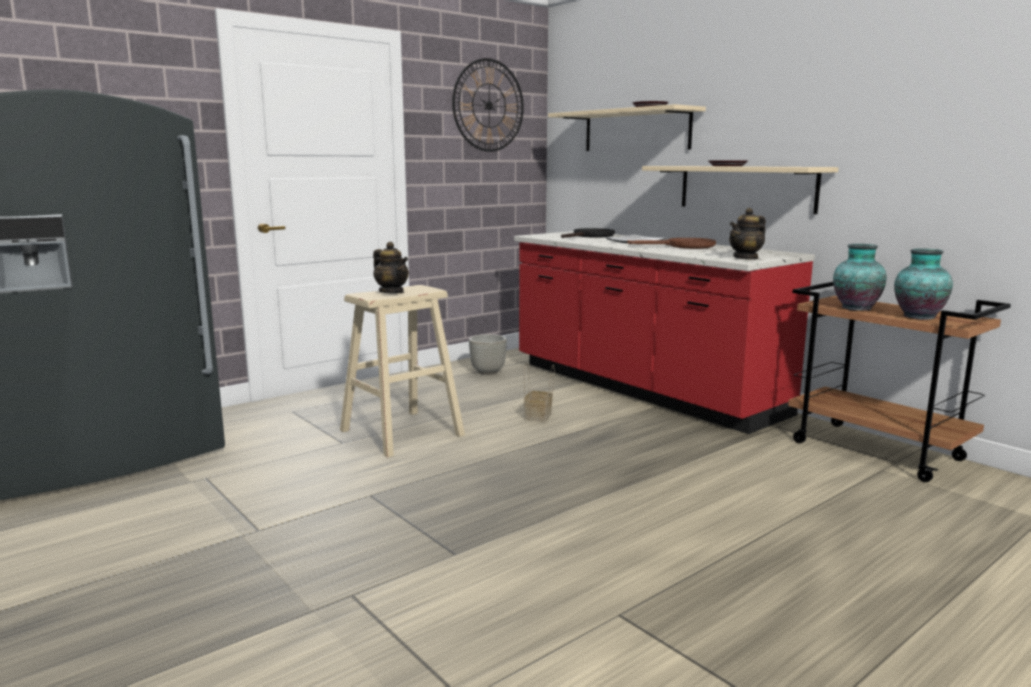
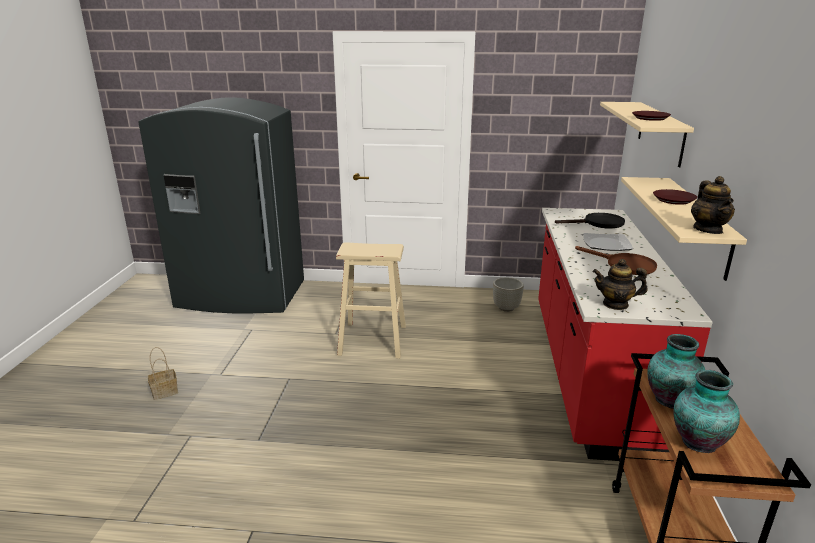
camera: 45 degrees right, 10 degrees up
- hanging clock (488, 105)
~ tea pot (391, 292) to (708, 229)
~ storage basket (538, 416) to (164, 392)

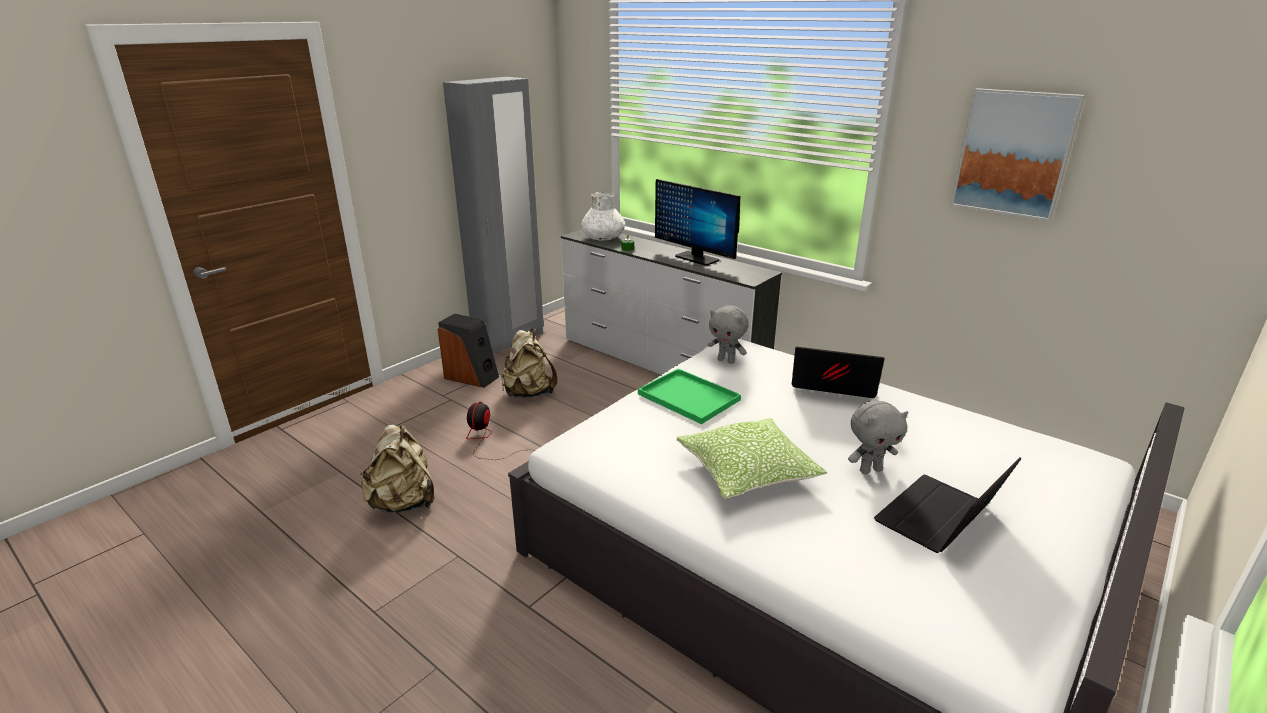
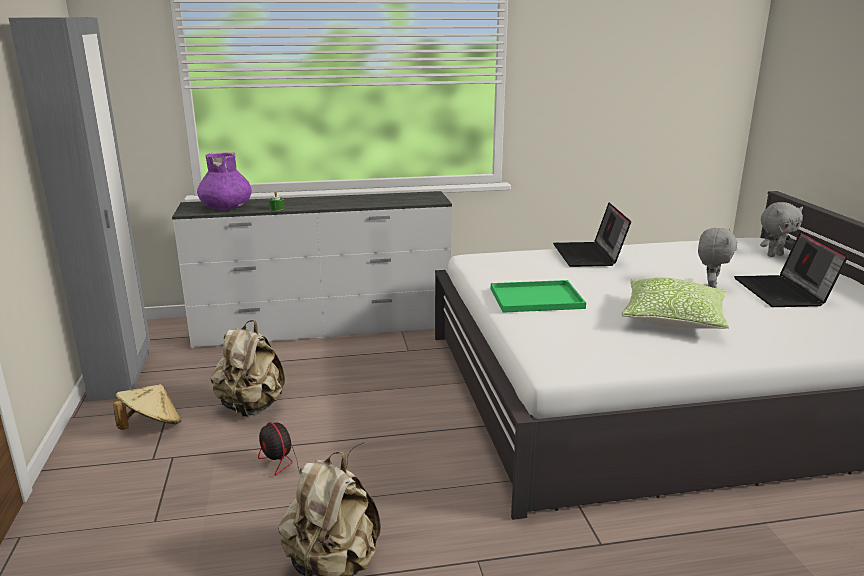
camera: 50 degrees left, 5 degrees down
- monitor (696, 258)
- wall picture (1013, 153)
~ plush toy/greyish (726, 361) to (774, 255)
~ loudspeaker (472, 377) to hat/beige-coloured (151, 426)
~ decorative vase/whitish (603, 238) to decorative vase/purplish (226, 207)
~ portable computer (832, 385) = (589, 256) 60 degrees counterclockwise

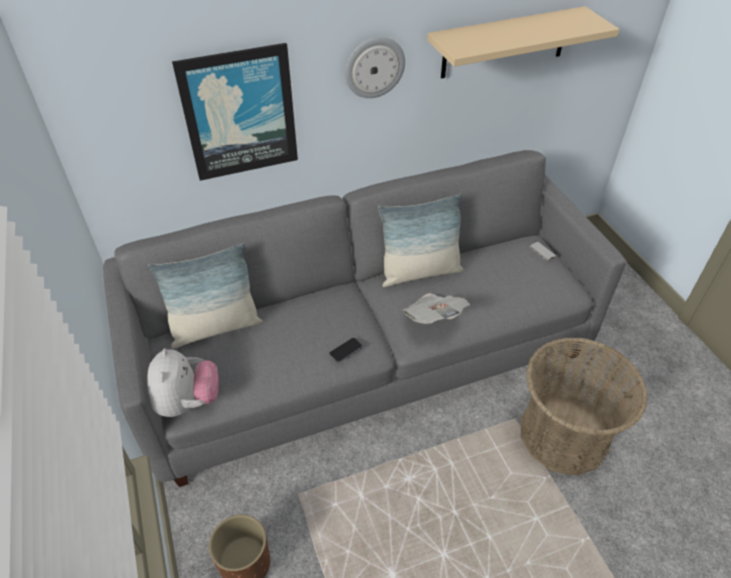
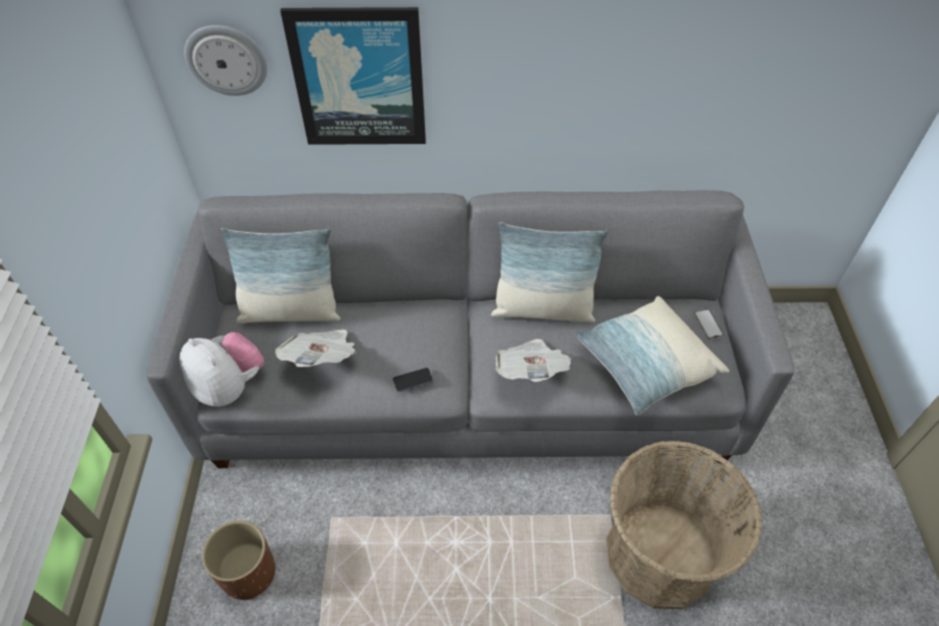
camera: 20 degrees right, 5 degrees up
- shelf/beige-coloured (505, 43)
+ daily paper (322, 359)
+ cushion (645, 365)
~ hanging clock (374, 67) to (226, 60)
~ plush toy (188, 402) = (230, 386) 60 degrees counterclockwise

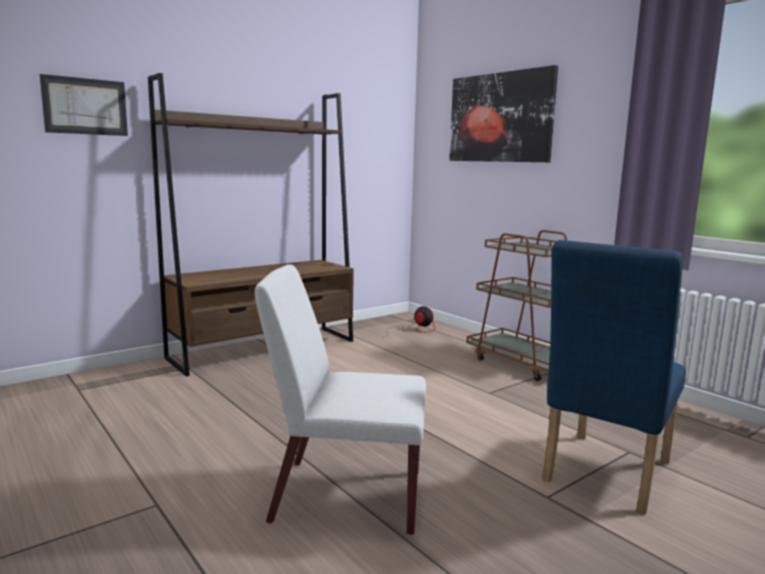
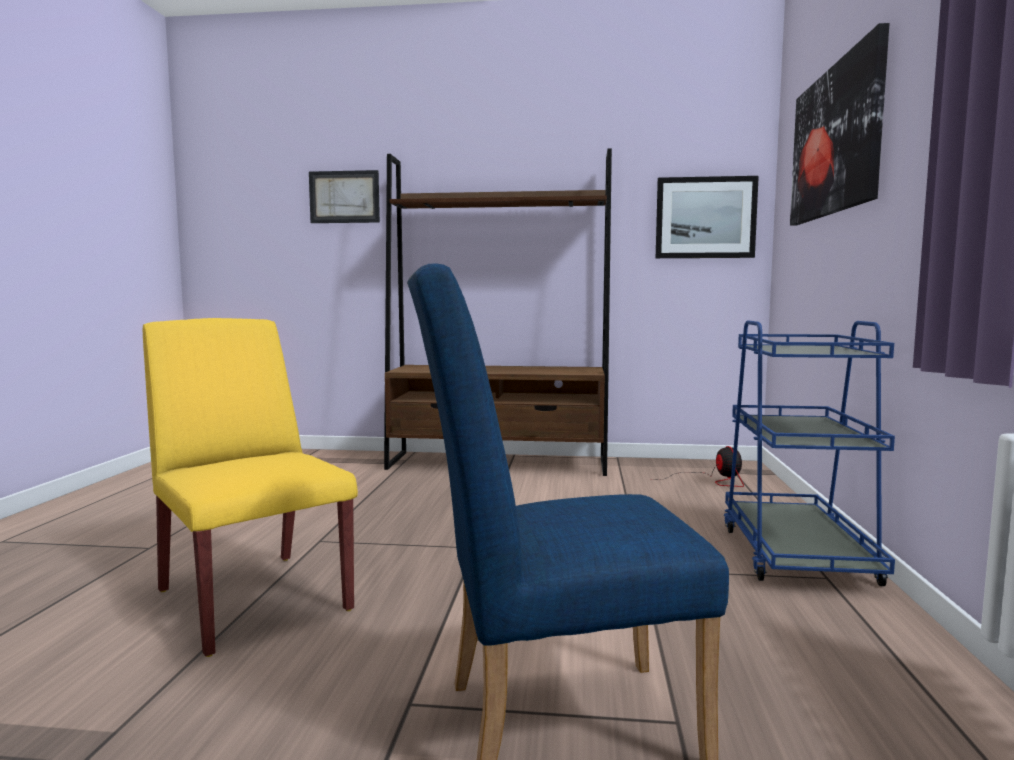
camera: 45 degrees right, 5 degrees down
+ wall picture (705, 218)
~ upright chair/whitish (345, 495) to upright chair/yellow (252, 599)
~ trolley/brown-coloured (524, 363) to trolley/blue-coloured (796, 554)

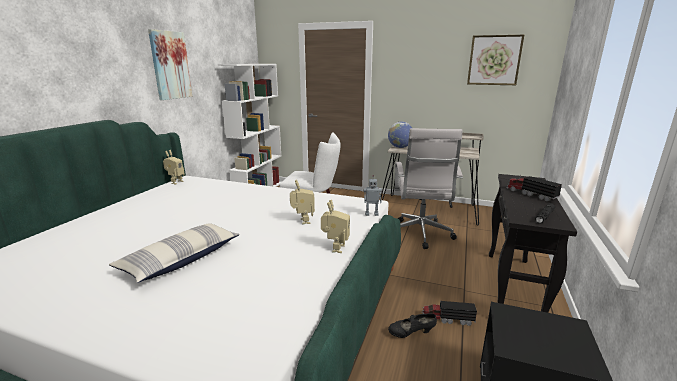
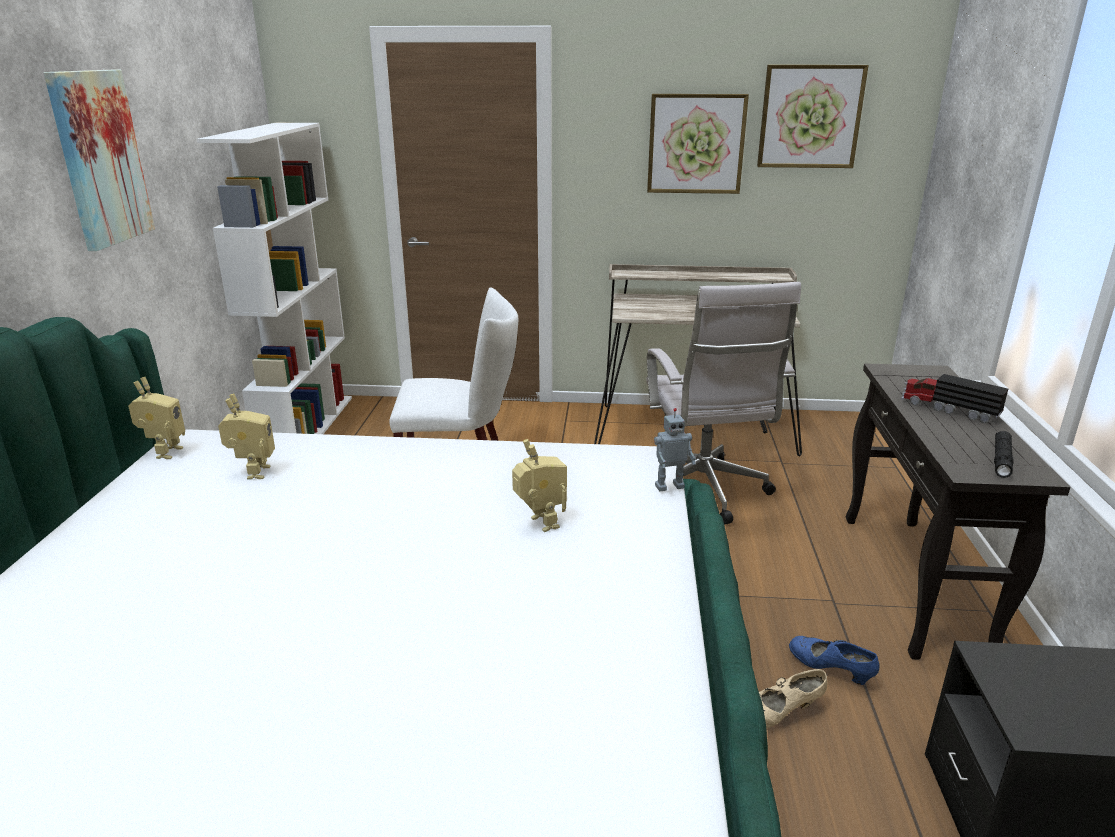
camera: 15 degrees left, 5 degrees up
- cushion (181, 260)
- world globe (400, 147)
+ wall picture (696, 144)
~ toy robot (335, 248) to (253, 473)
~ toy truck (447, 319) to shoe/blue-coloured (830, 670)
~ shoe/black-coloured (411, 333) to shoe/beige-coloured (781, 714)

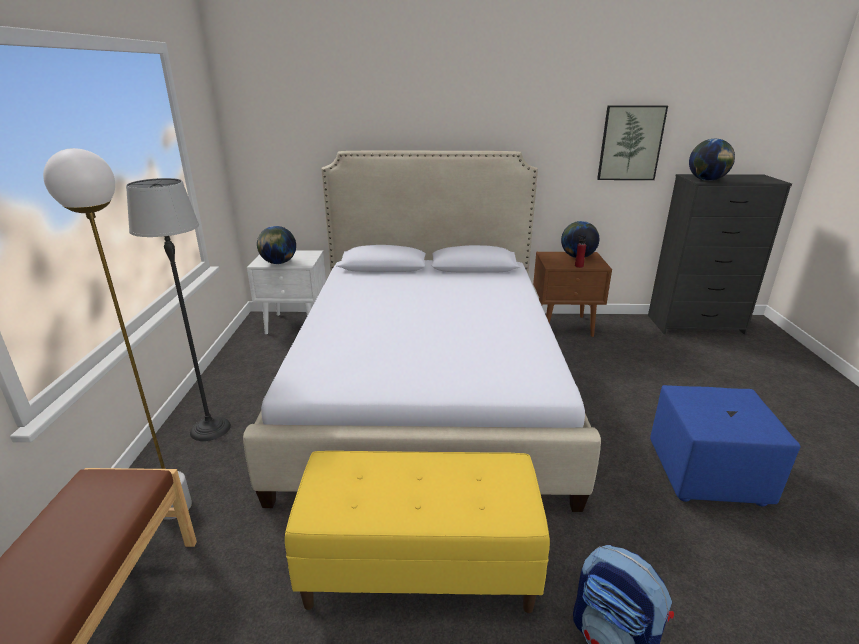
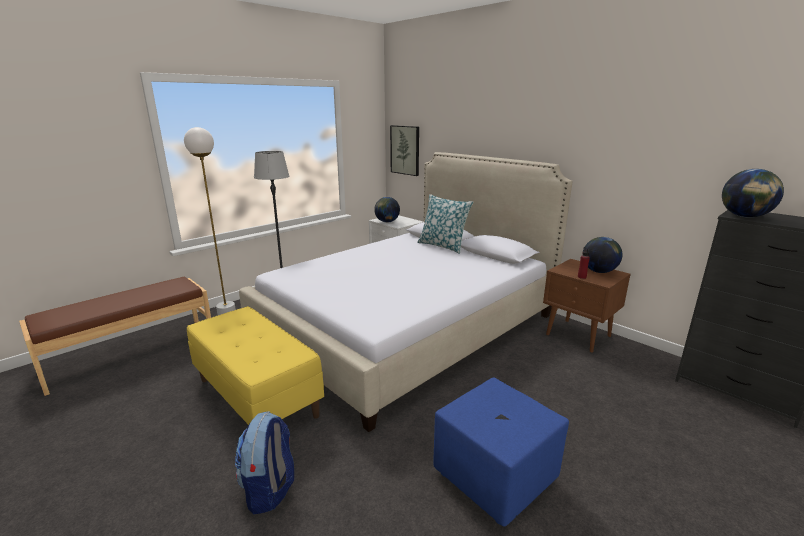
camera: 45 degrees right, 5 degrees down
+ cushion (443, 246)
~ wall picture (630, 143) to (405, 150)

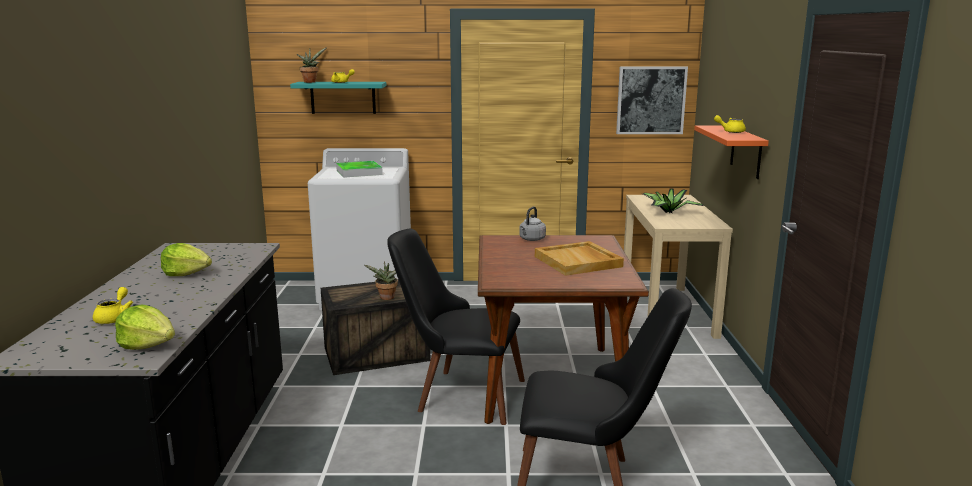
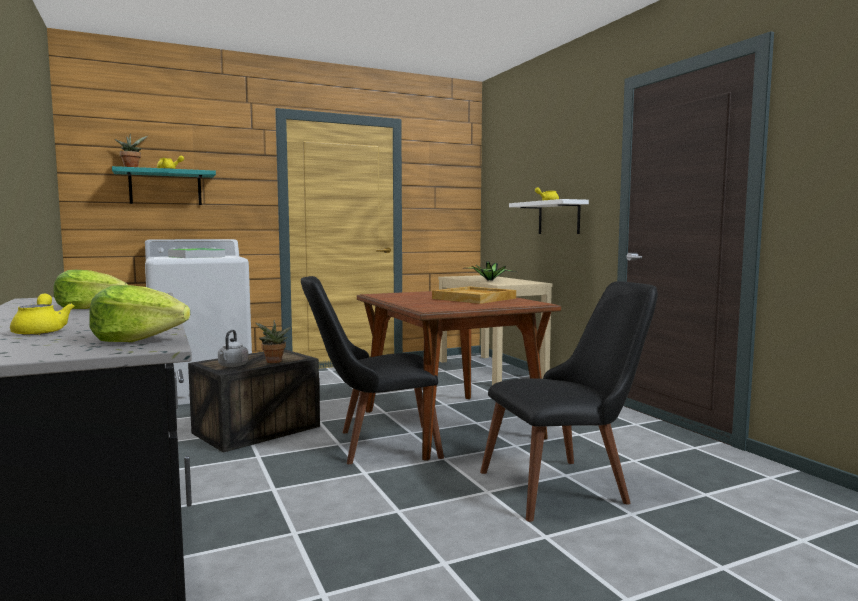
camera: 25 degrees left, 10 degrees down
- wall picture (651, 100)
~ tea kettle/greyish (531, 239) to (232, 366)
~ shelf/orangey (746, 151) to shelf/whitish (559, 218)

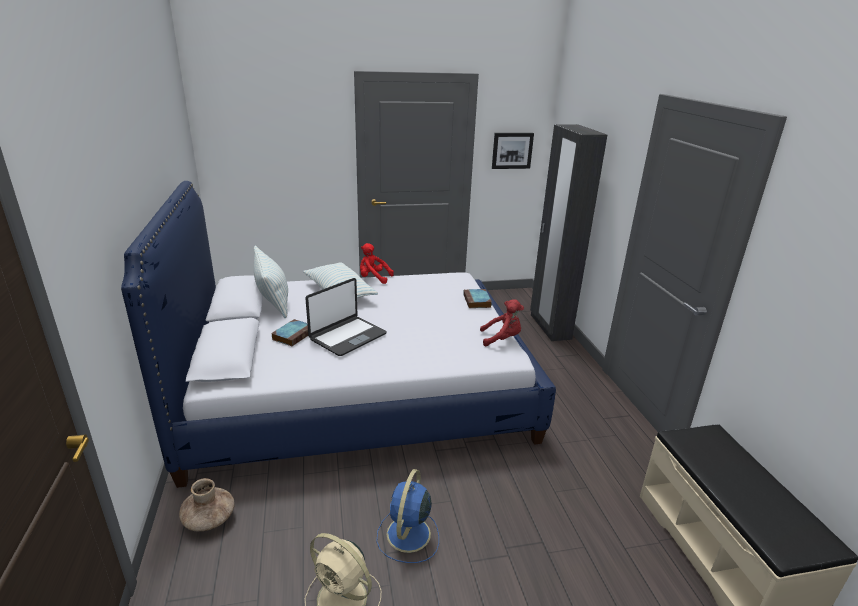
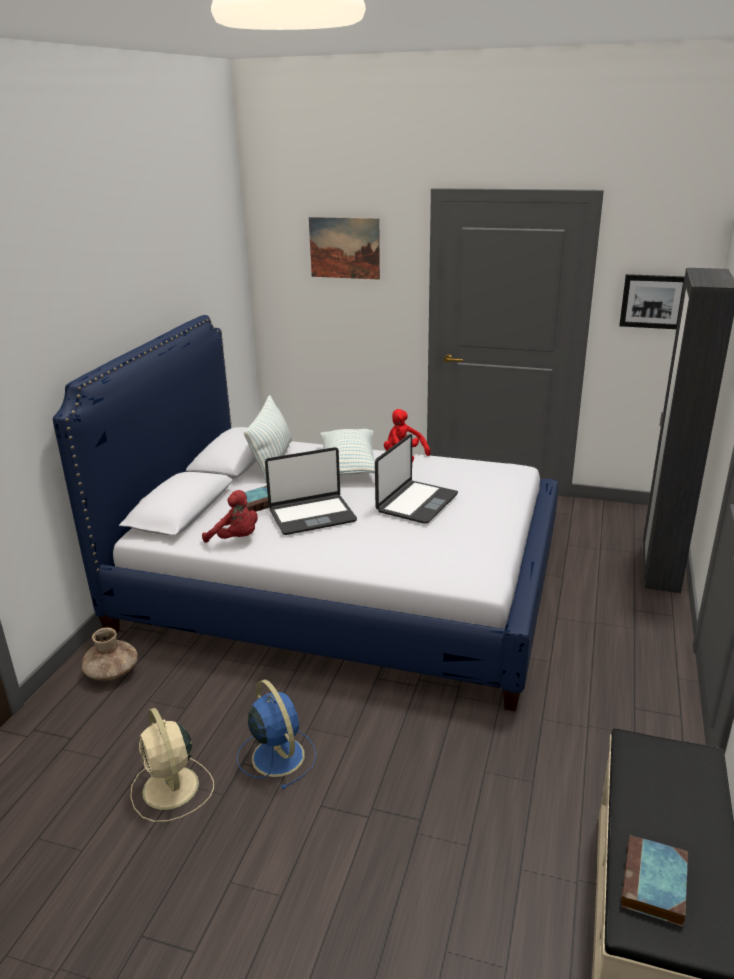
camera: 30 degrees right, 0 degrees up
+ wall picture (344, 248)
+ portable computer (416, 503)
~ book (477, 301) to (654, 885)
~ plush toy/reddish (502, 339) to (236, 539)
~ fan/blue-coloured (408, 535) = (277, 755) 105 degrees clockwise

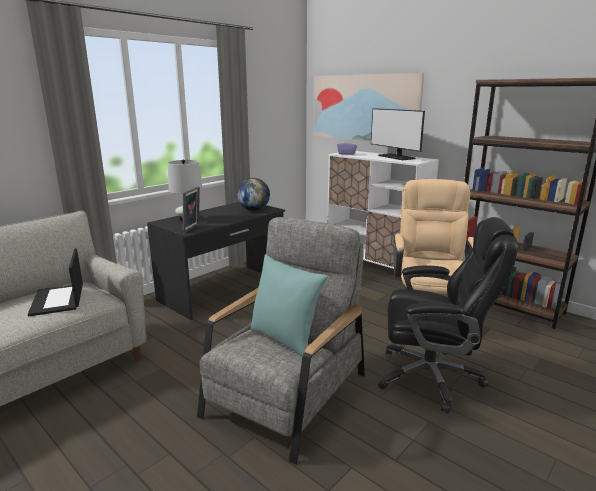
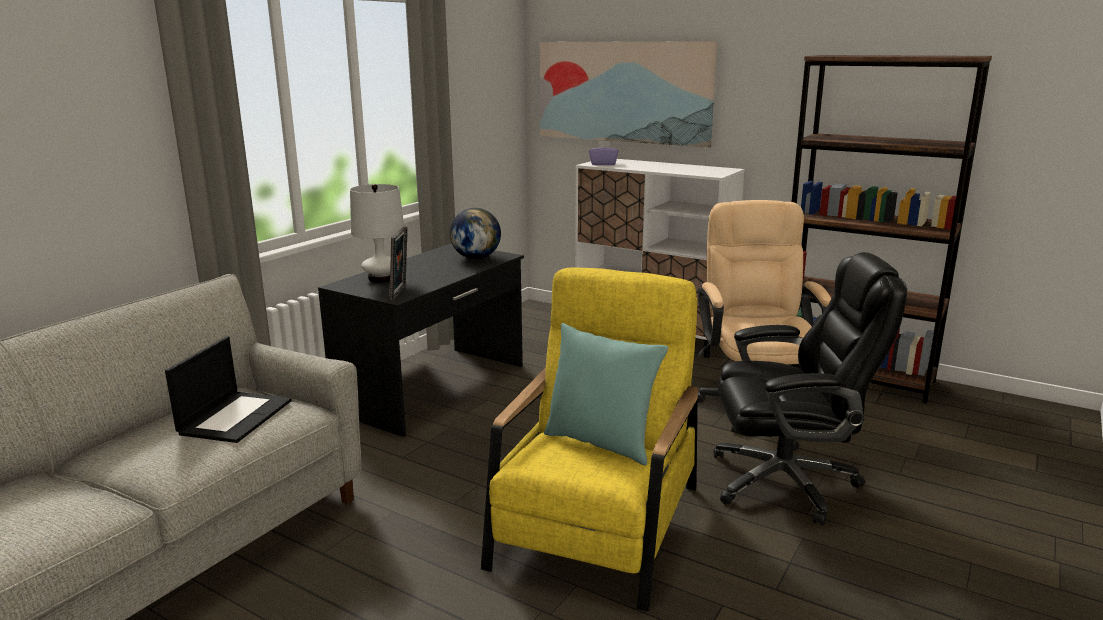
camera: 10 degrees left, 0 degrees up
- monitor (396, 157)
~ lounge chair/greyish (287, 395) to lounge chair/yellow (598, 527)
~ portable computer (58, 300) = (235, 416) 135 degrees counterclockwise

